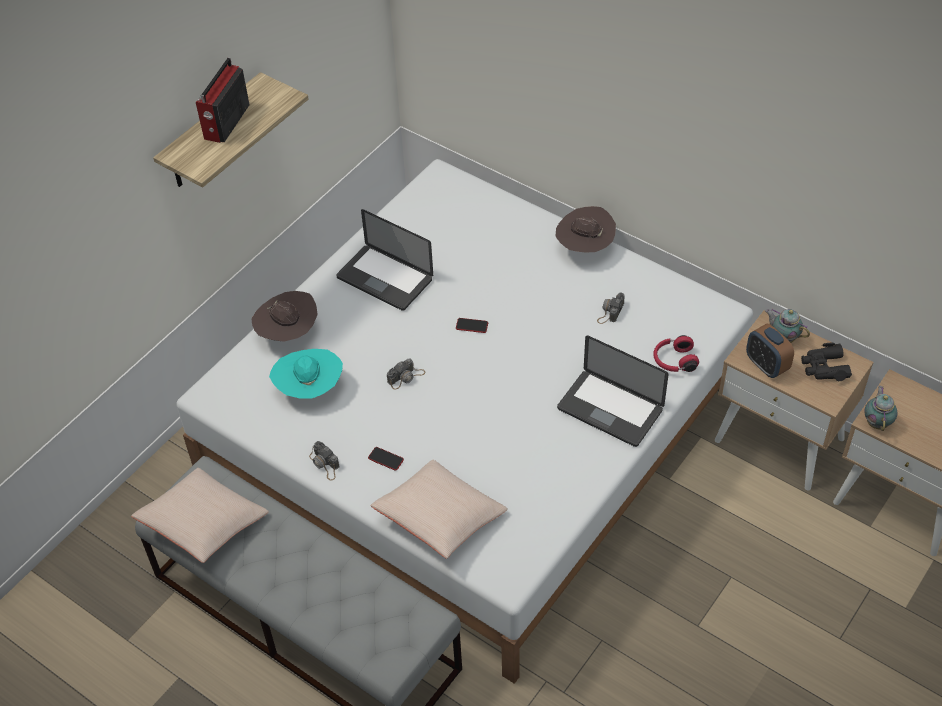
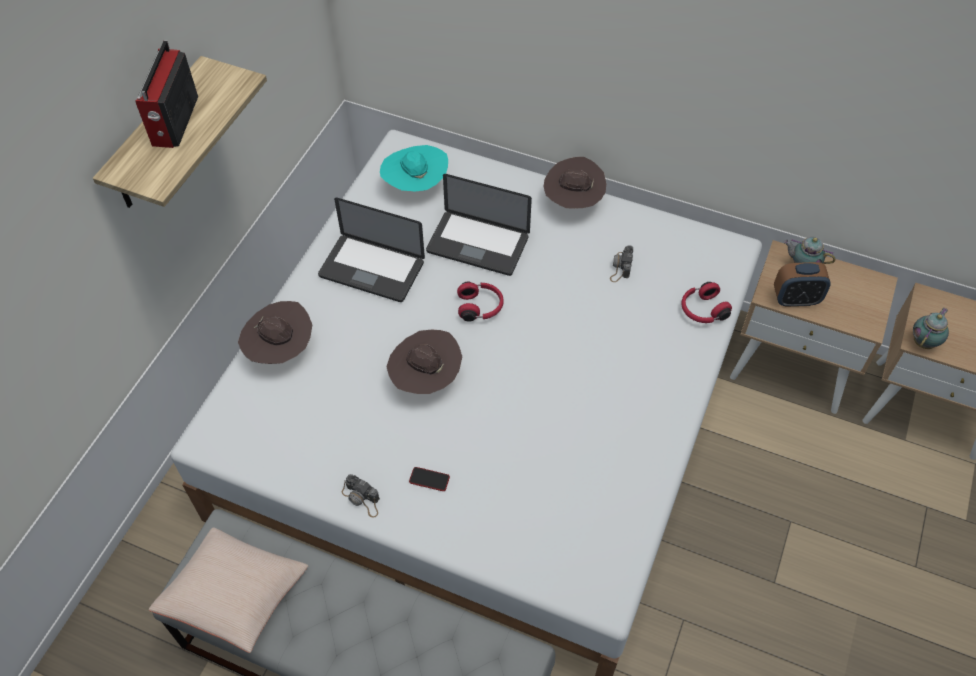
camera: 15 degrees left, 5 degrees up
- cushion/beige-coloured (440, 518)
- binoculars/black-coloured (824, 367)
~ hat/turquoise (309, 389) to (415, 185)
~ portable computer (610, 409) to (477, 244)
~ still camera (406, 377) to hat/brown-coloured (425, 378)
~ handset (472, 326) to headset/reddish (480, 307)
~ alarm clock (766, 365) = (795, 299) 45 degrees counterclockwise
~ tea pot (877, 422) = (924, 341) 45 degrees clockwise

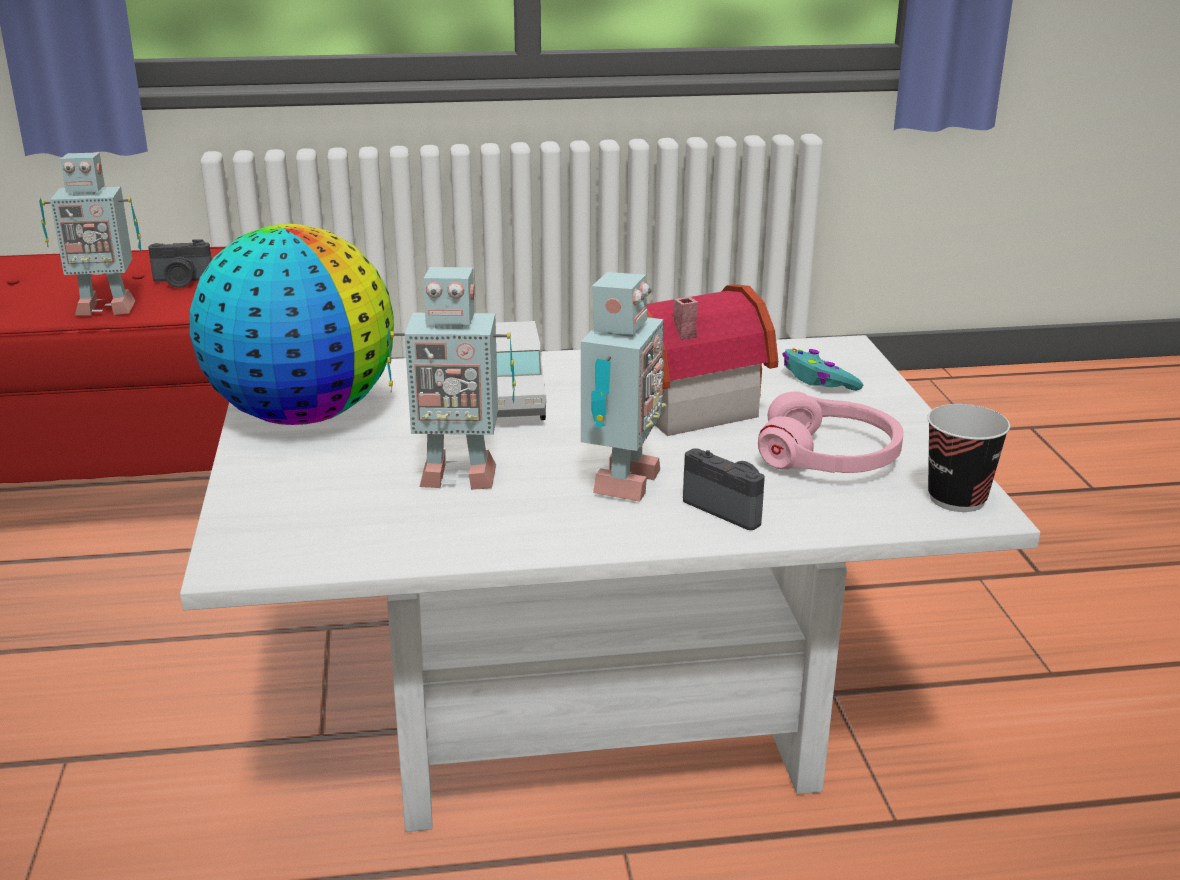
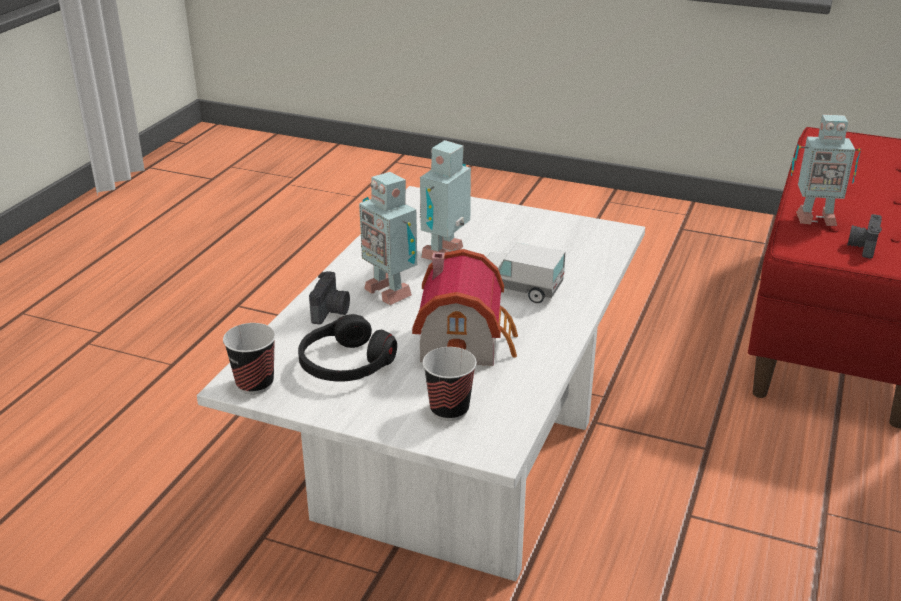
camera: 120 degrees right, 5 degrees up
- world globe (303, 415)
~ gamepad/turquoise (818, 380) to drinking cup (449, 410)
~ headset/pink (829, 457) to headset/black-coloured (345, 364)
~ toy robot (104, 307) = (814, 218) 105 degrees counterclockwise
~ still camera (729, 508) = (331, 311) 60 degrees counterclockwise

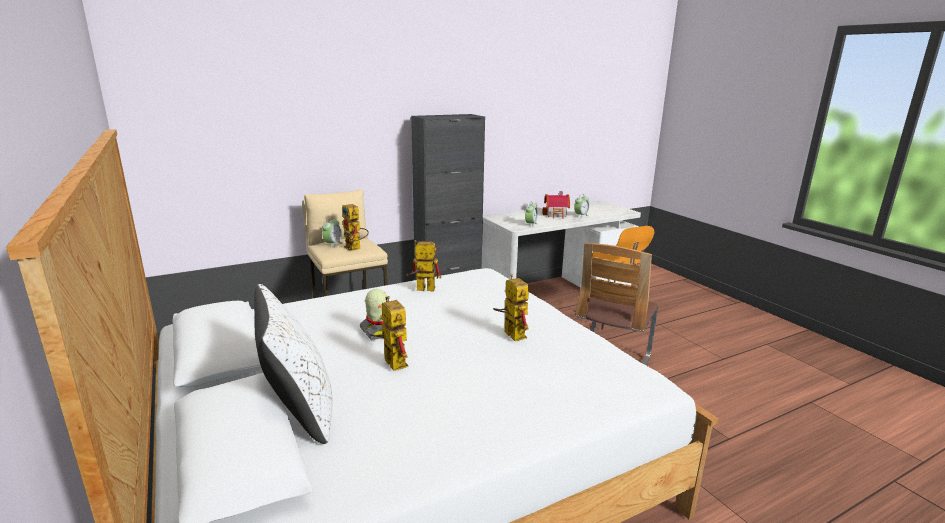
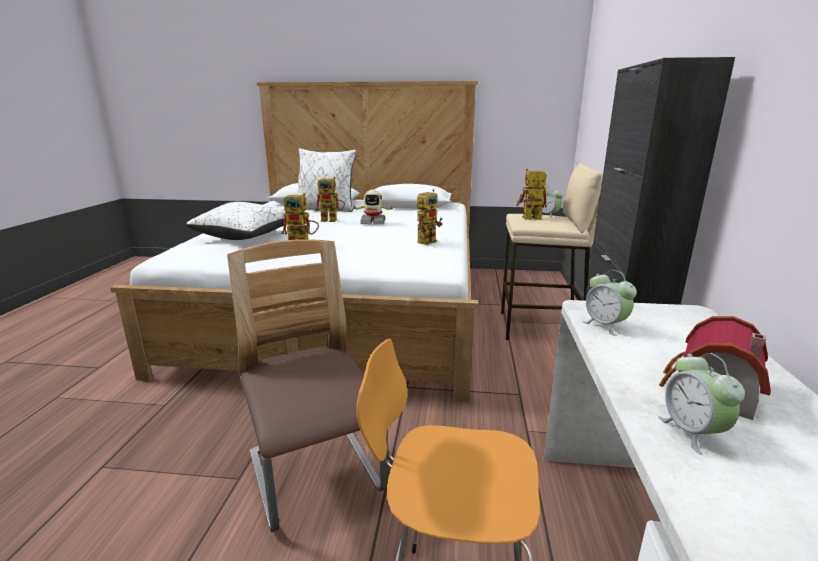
camera: 125 degrees right, 0 degrees up
+ cushion/whitish (248, 235)

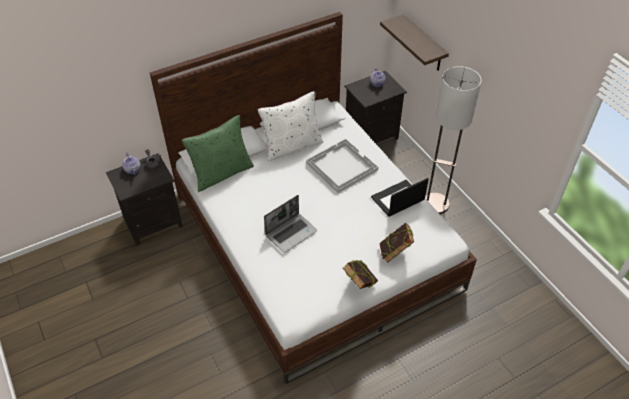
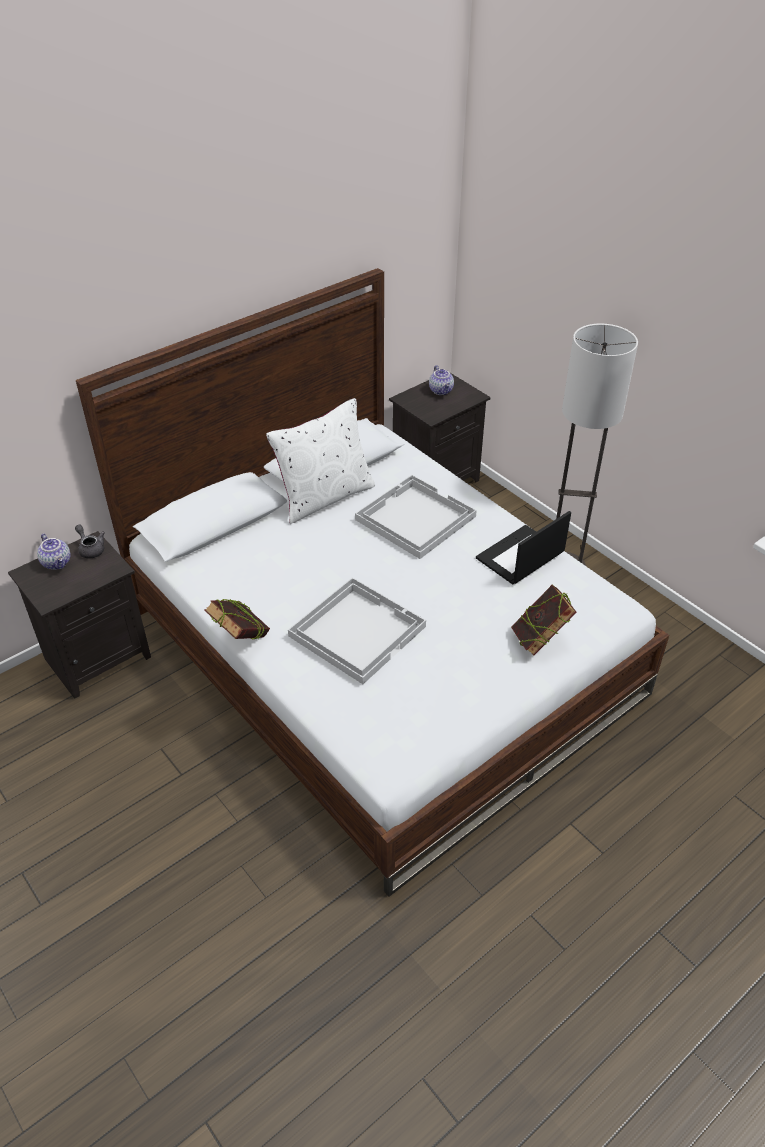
camera: 10 degrees left, 5 degrees down
- cushion/greenish (221, 173)
- shelf (423, 44)
~ book (359, 284) to (240, 640)
~ portable computer (291, 232) to serving tray/whitish (357, 630)

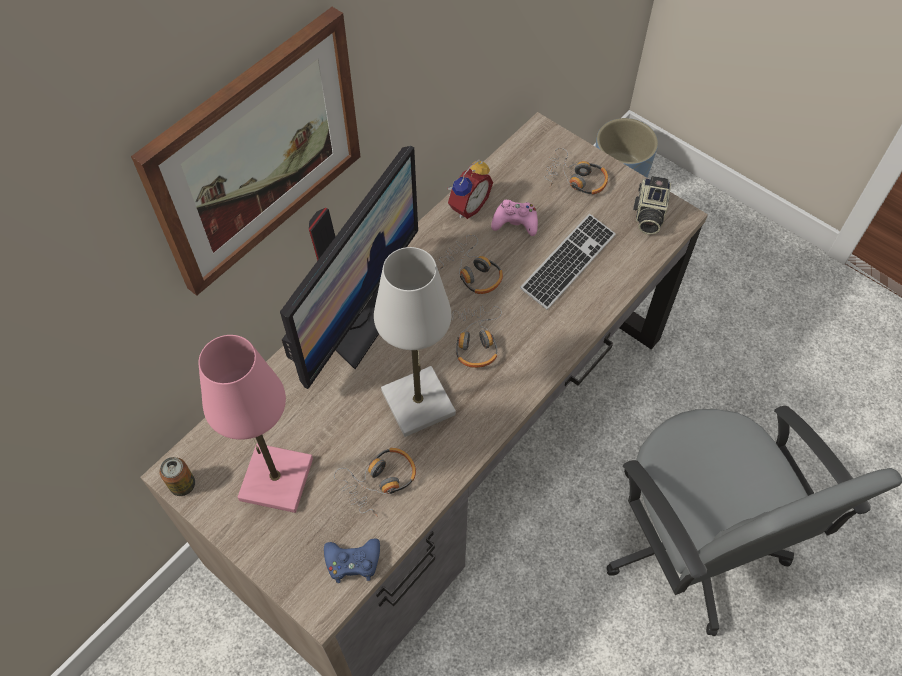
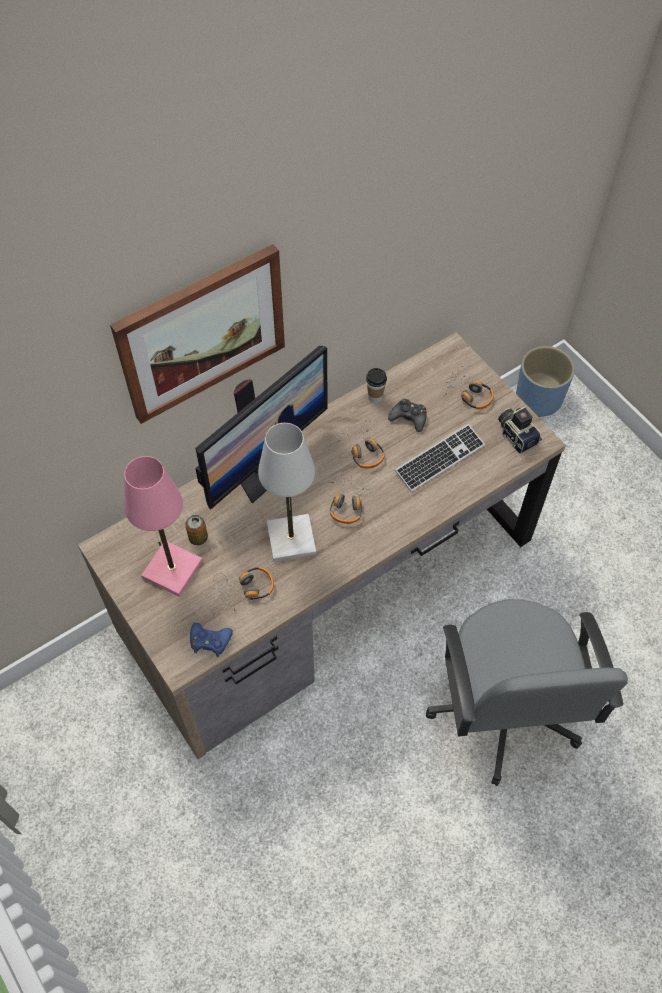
camera: 15 degrees right, 0 degrees up
~ can (182, 485) to (198, 538)
~ alarm clock (467, 206) to drinking cup (375, 397)
~ gamepad/pink (515, 222) to gamepad/black-coloured (409, 418)
~ still camera (648, 215) = (517, 435) 120 degrees clockwise

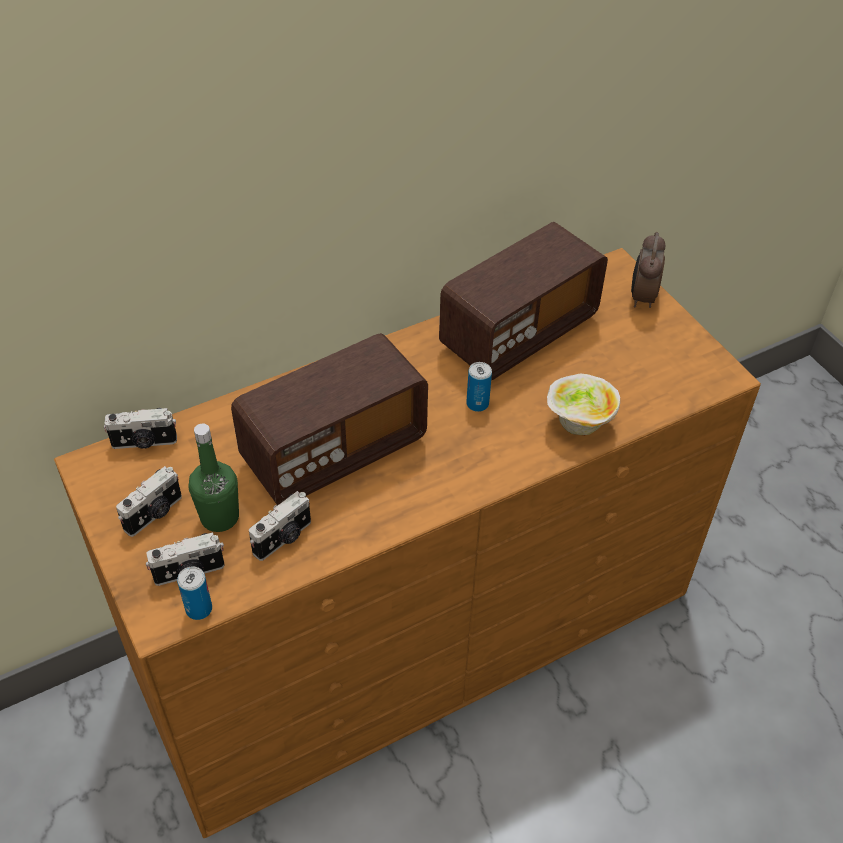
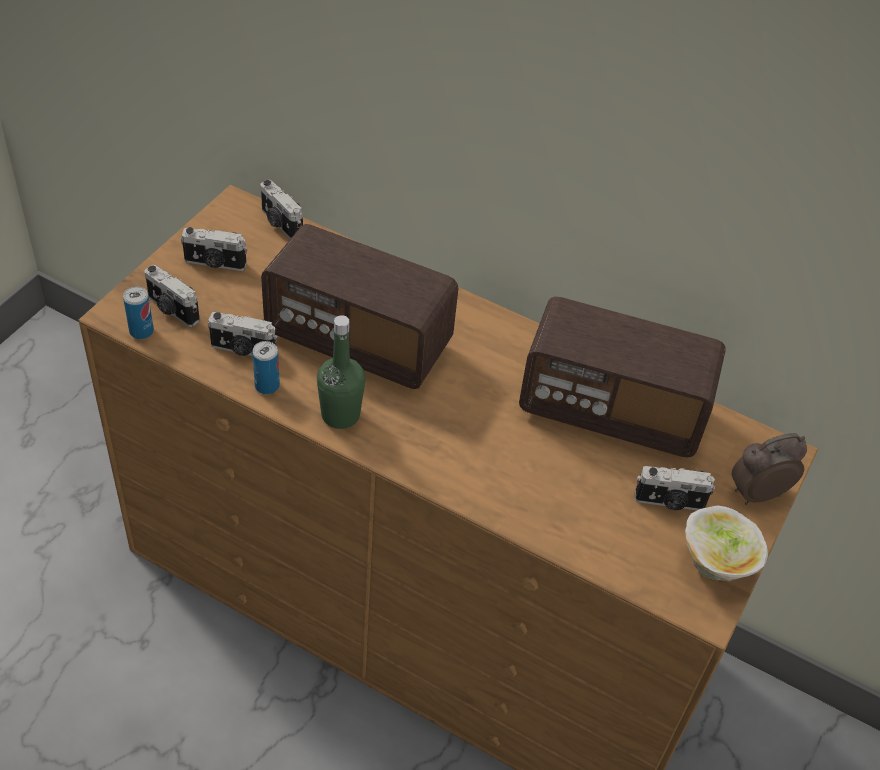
camera: 55 degrees right, 0 degrees up
+ still camera (669, 502)
~ bottle/greenish (220, 517) to (340, 415)
~ can (477, 404) to (267, 386)
~ deep dish (578, 423) to (715, 564)

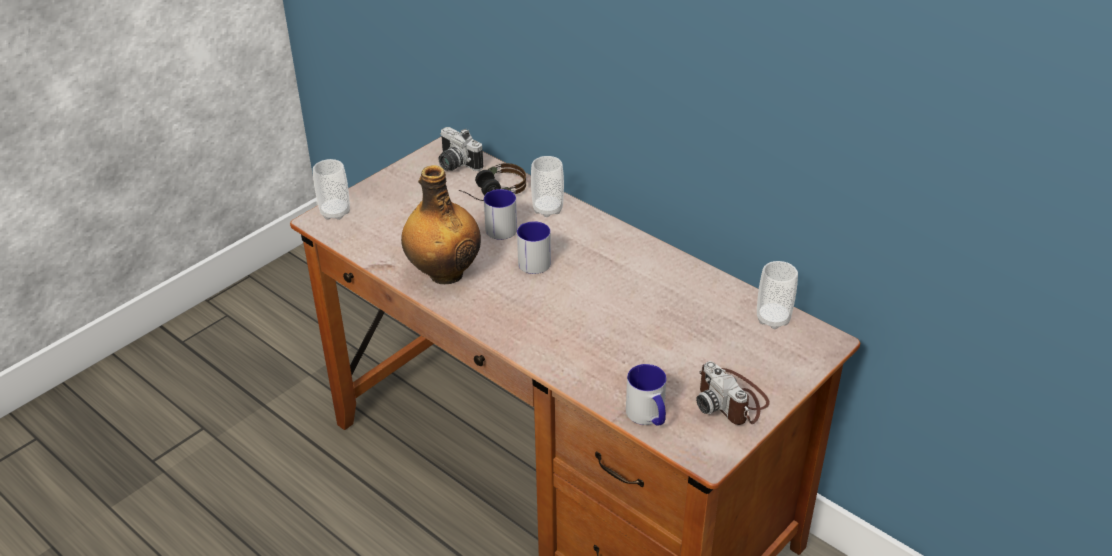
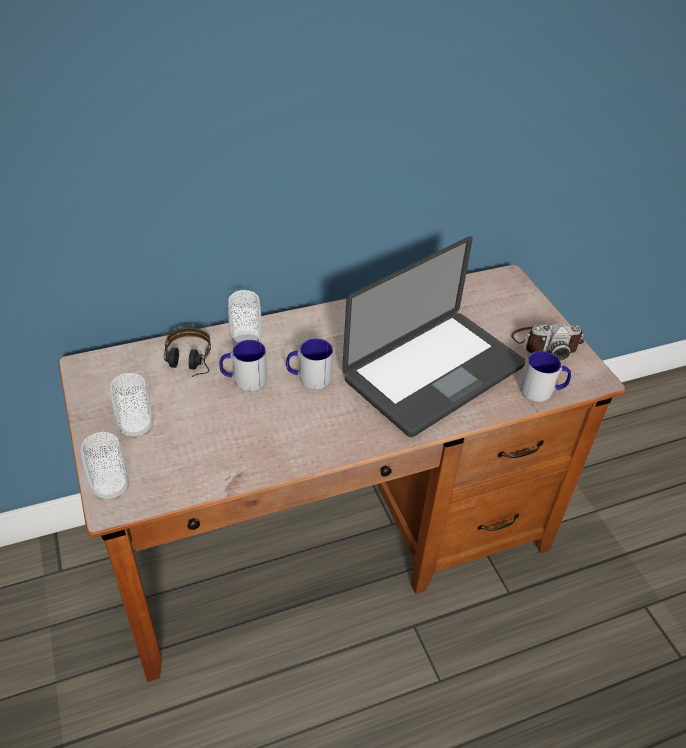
camera: 65 degrees left, 5 degrees up
- bottle (444, 273)
- still camera (455, 164)
+ portable computer (434, 373)
~ drinking cup (773, 319) to (136, 427)

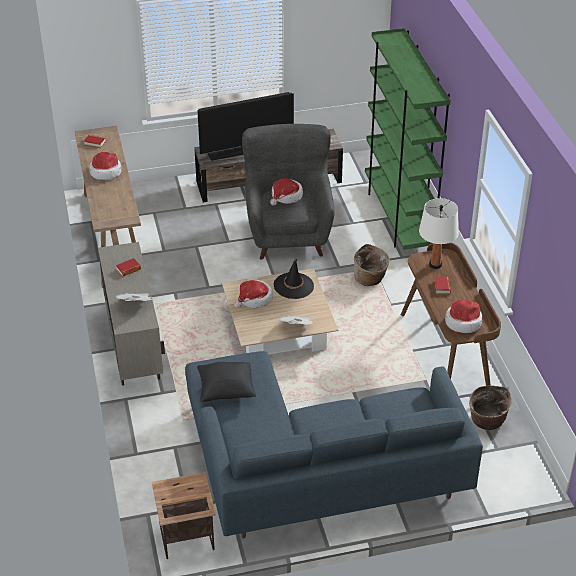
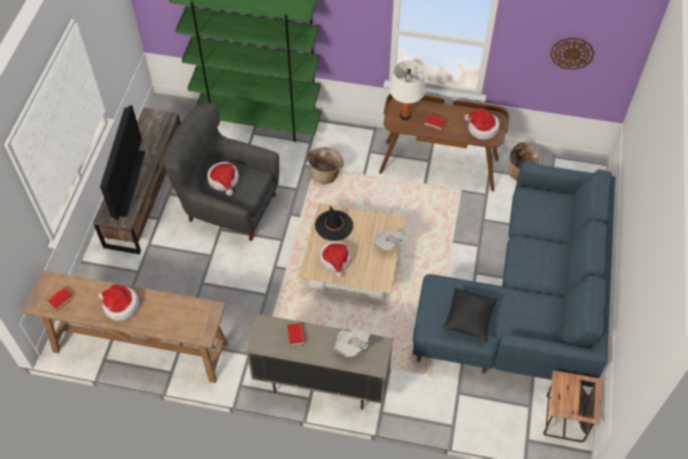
camera: 65 degrees left, 15 degrees up
+ hanging clock (572, 53)

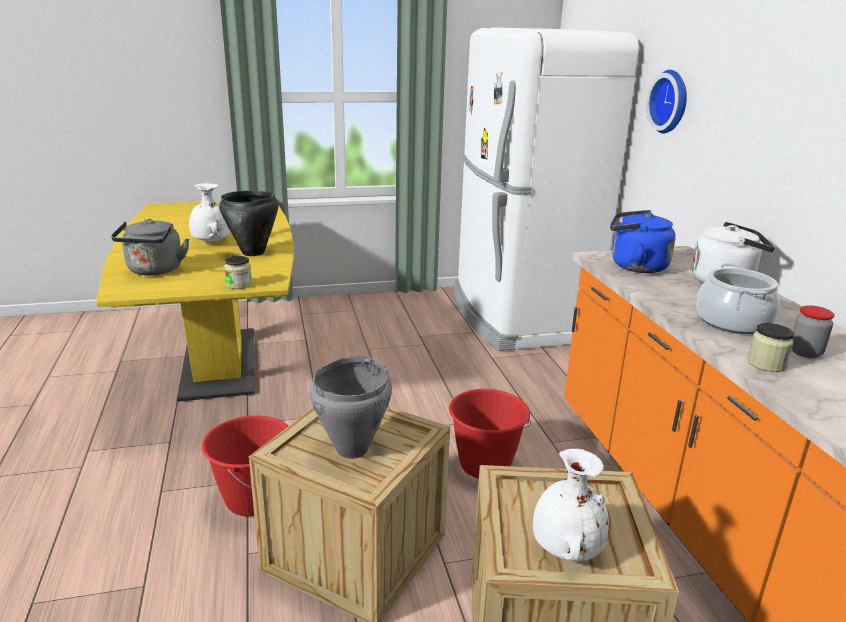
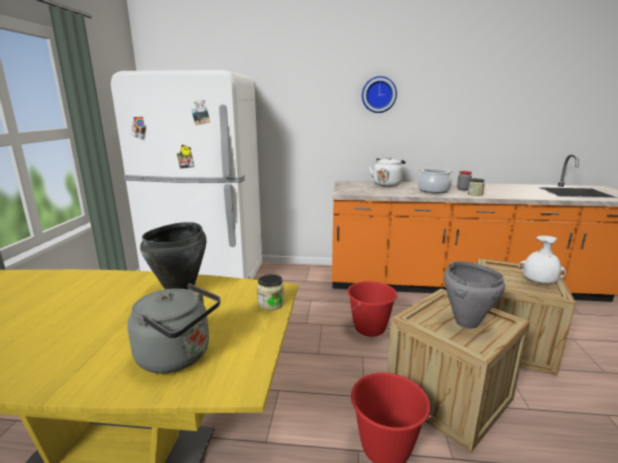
camera: 70 degrees left, 5 degrees down
- decorative vase/whitish (211, 242)
- tea kettle/blue-coloured (635, 266)
~ hanging clock (671, 102) to (378, 94)

